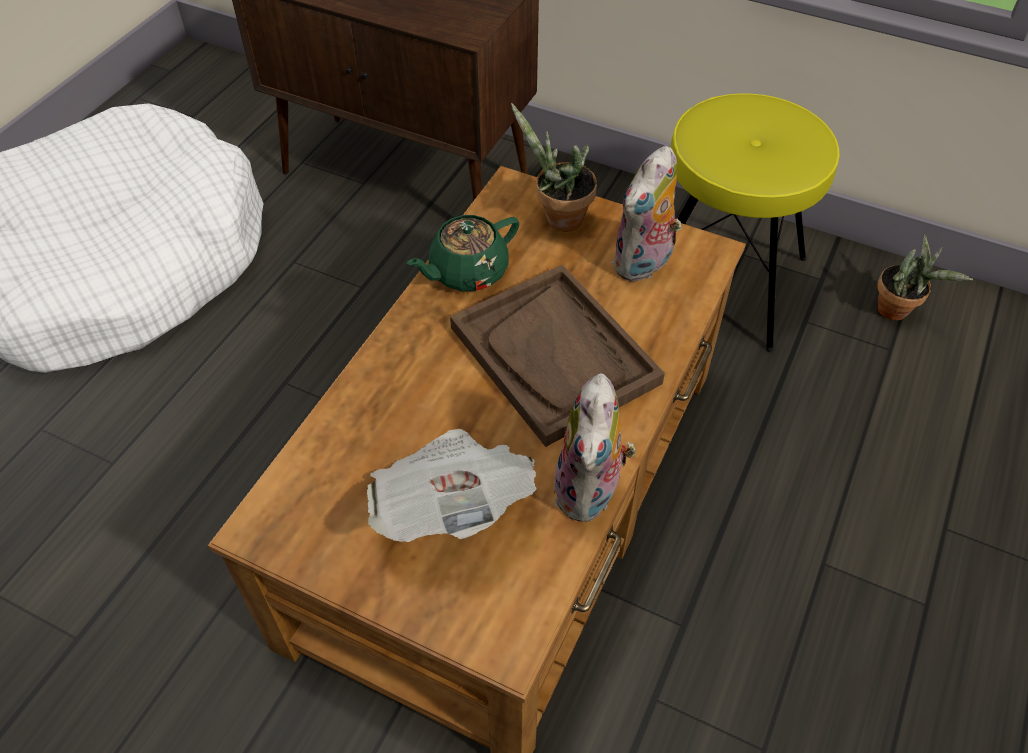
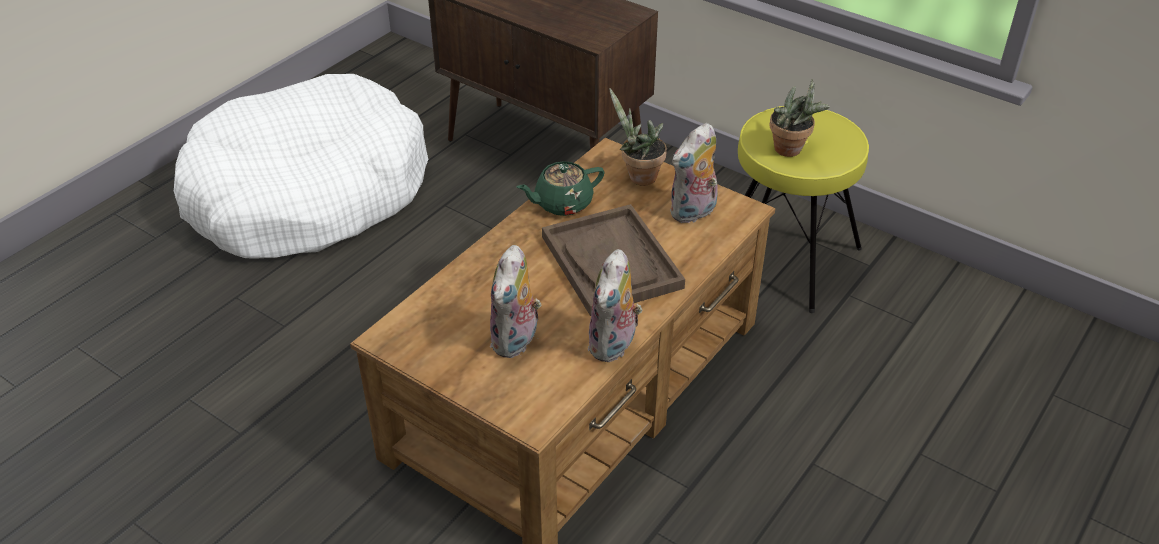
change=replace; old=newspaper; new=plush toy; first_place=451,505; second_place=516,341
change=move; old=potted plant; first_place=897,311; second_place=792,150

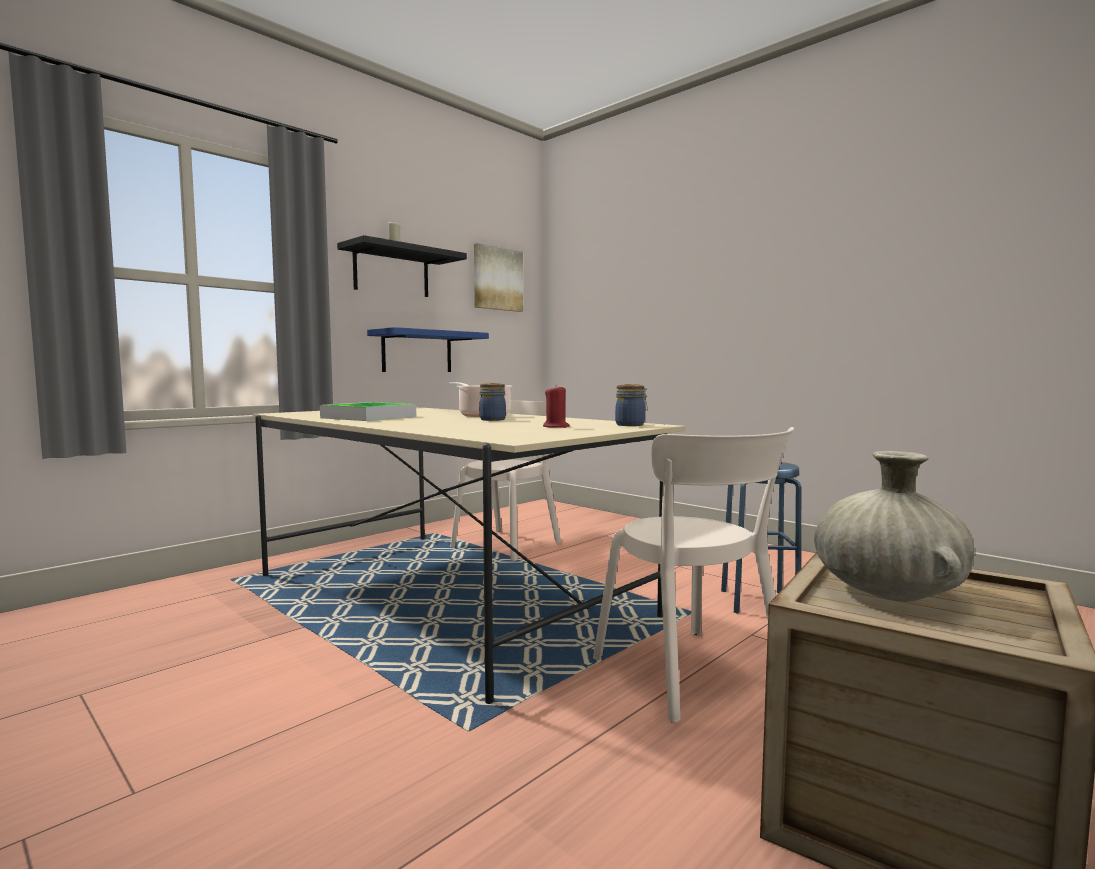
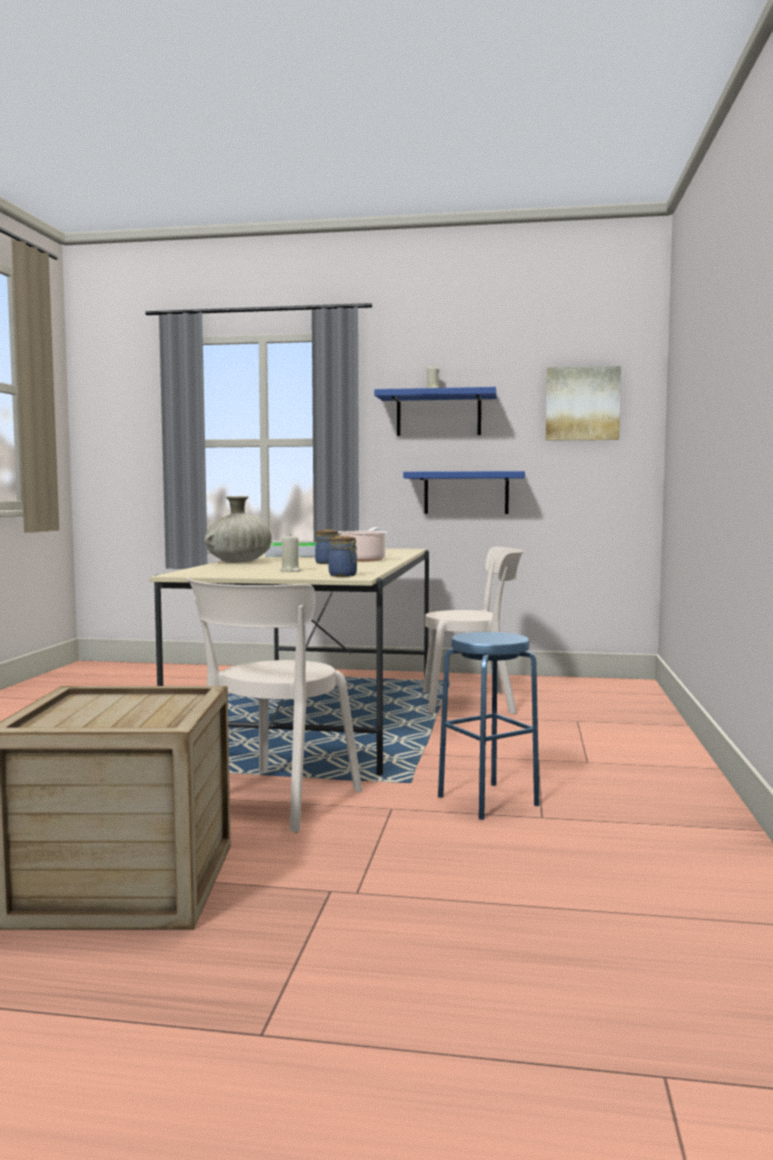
change=recolor; old=shelf/black; new=shelf/blue; first_place=391,272; second_place=438,414
change=recolor; old=candle/red; new=candle/beige; first_place=556,427; second_place=290,571
change=move; old=vase/beige; first_place=888,592; second_place=239,562

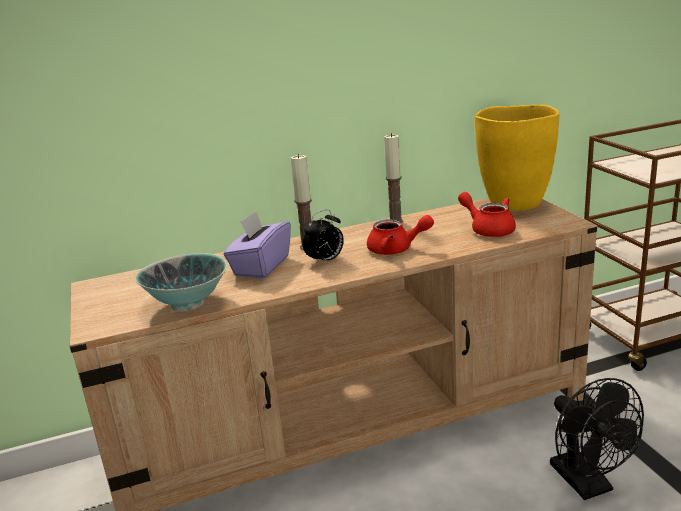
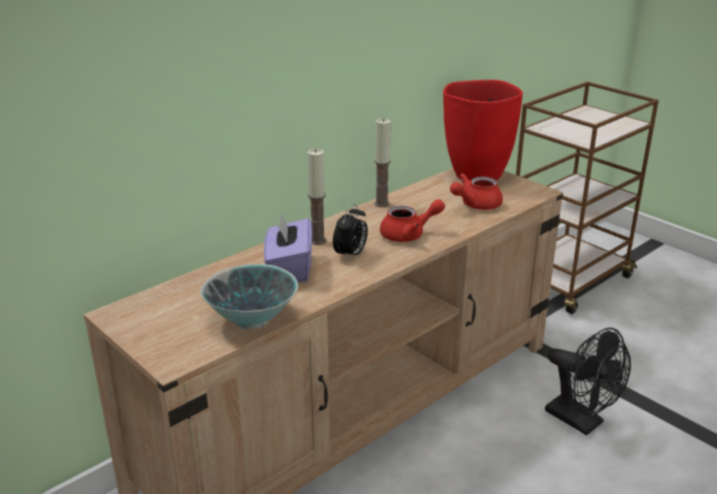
change=rotate; old=teapot/red; first_place=488,229; second_place=475,205; degrees=-60
change=recolor; old=vase/yellow; new=vase/red; first_place=514,203; second_place=476,174

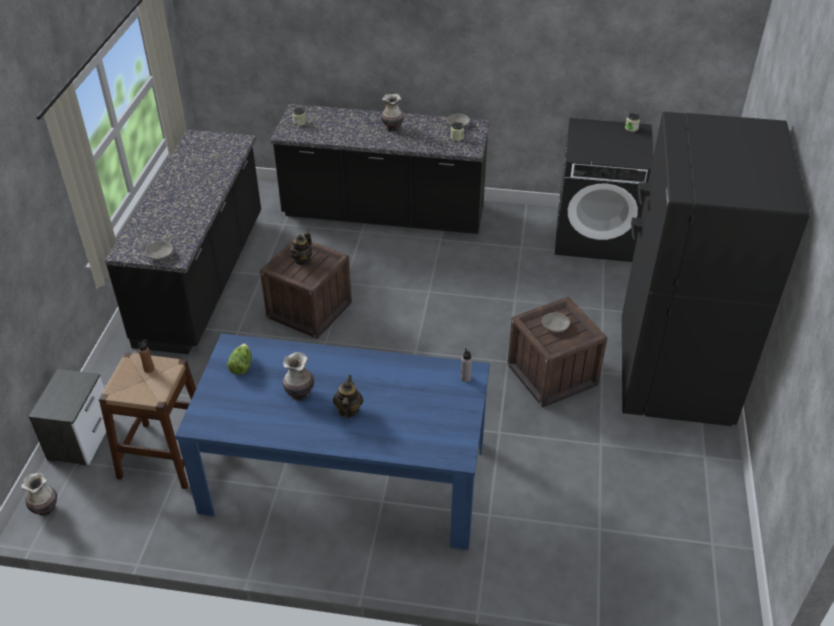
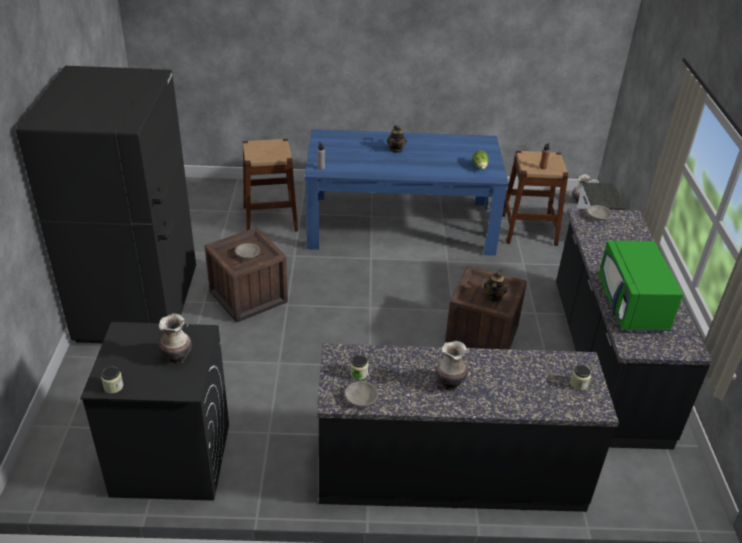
change=move; old=vase; first_place=299,394; second_place=177,357
change=insert; new=stool/brown; second_place=270,218
change=insert; new=microwave/green; second_place=632,305

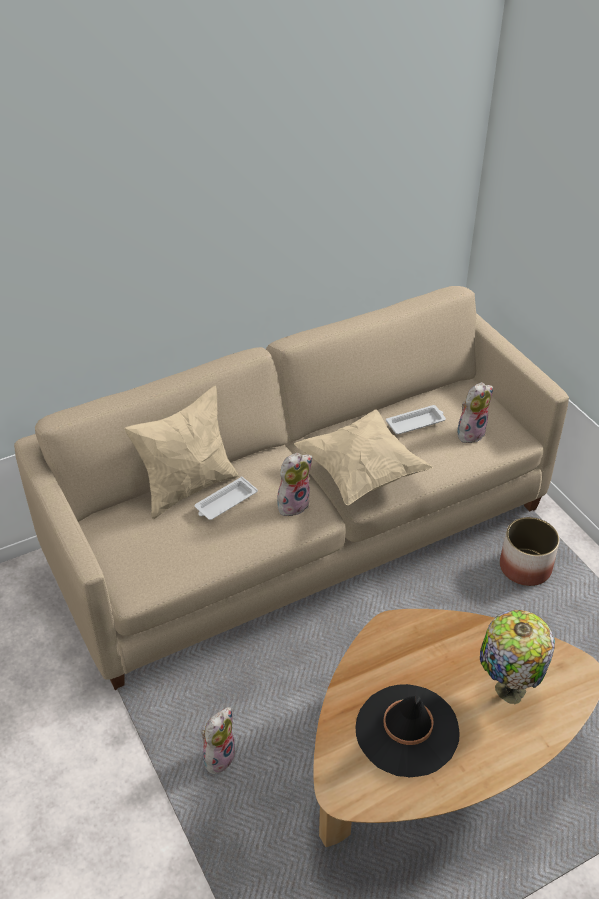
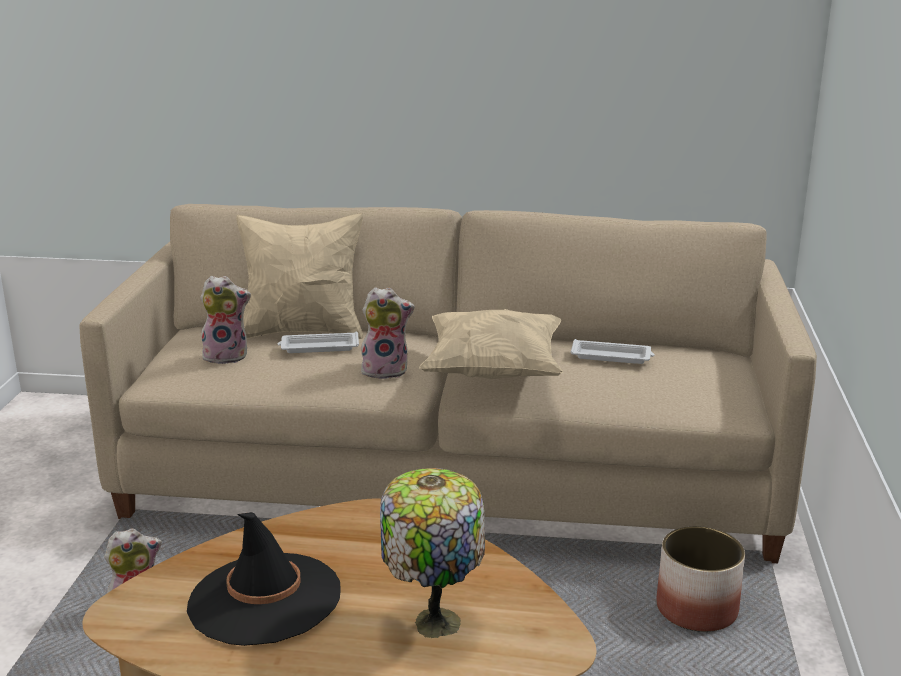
change=move; old=plush toy; first_place=470,432; second_place=227,356

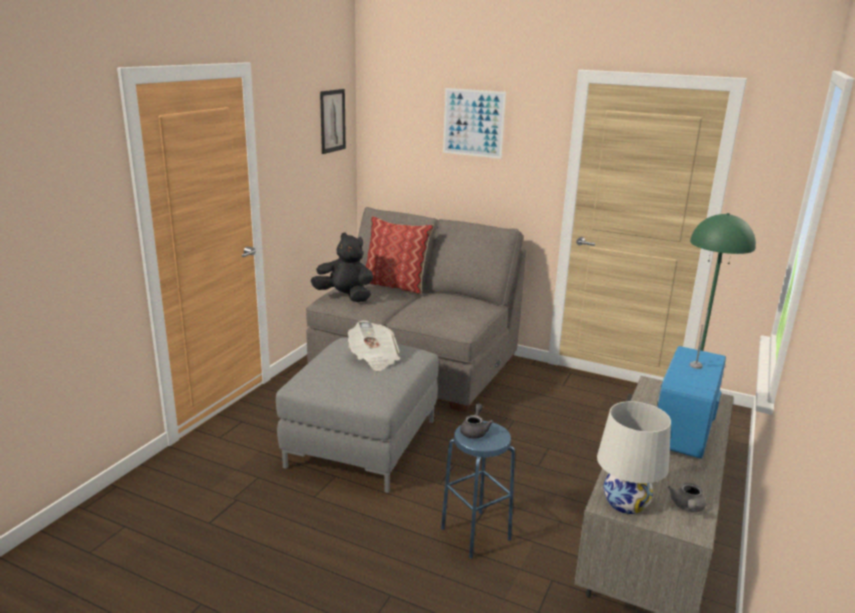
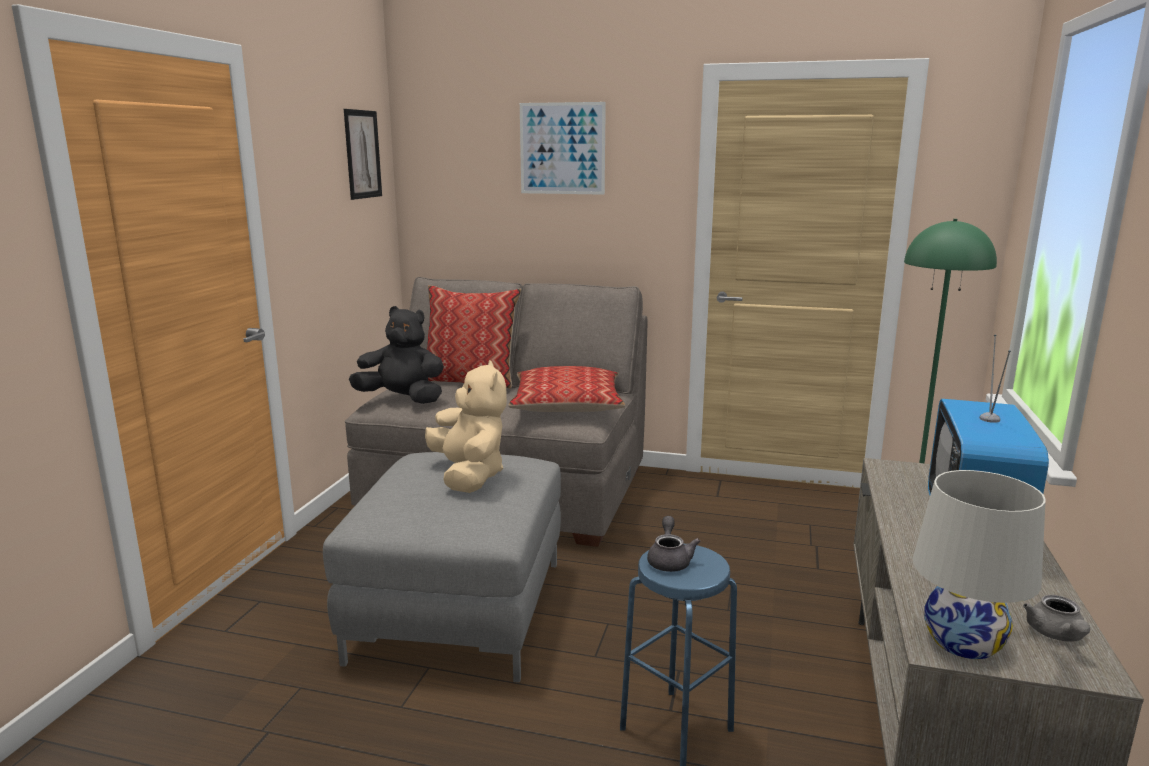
change=replace; old=newspaper; new=plush toy/beige; first_place=373,358; second_place=469,476
change=insert; new=pillow; second_place=567,404

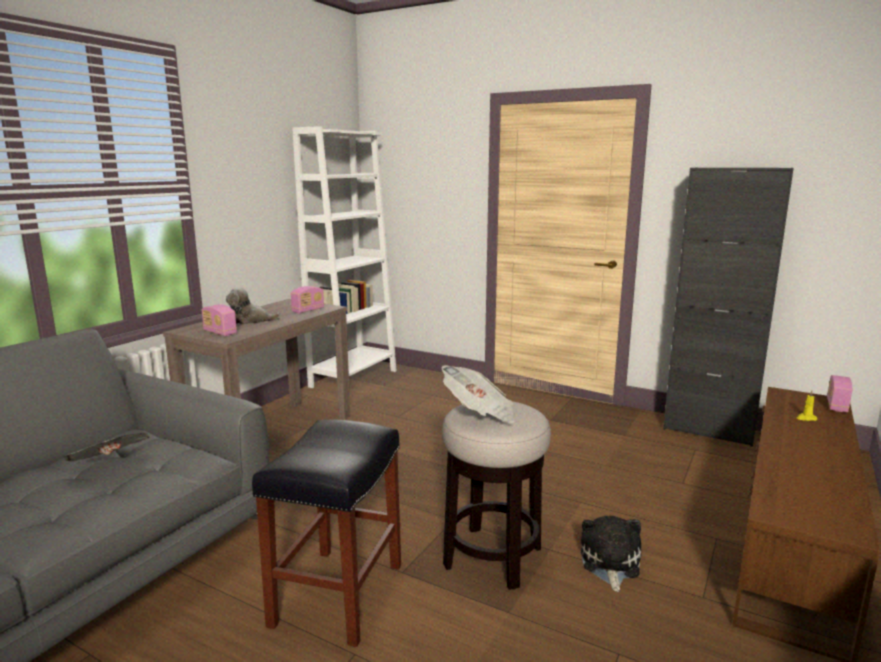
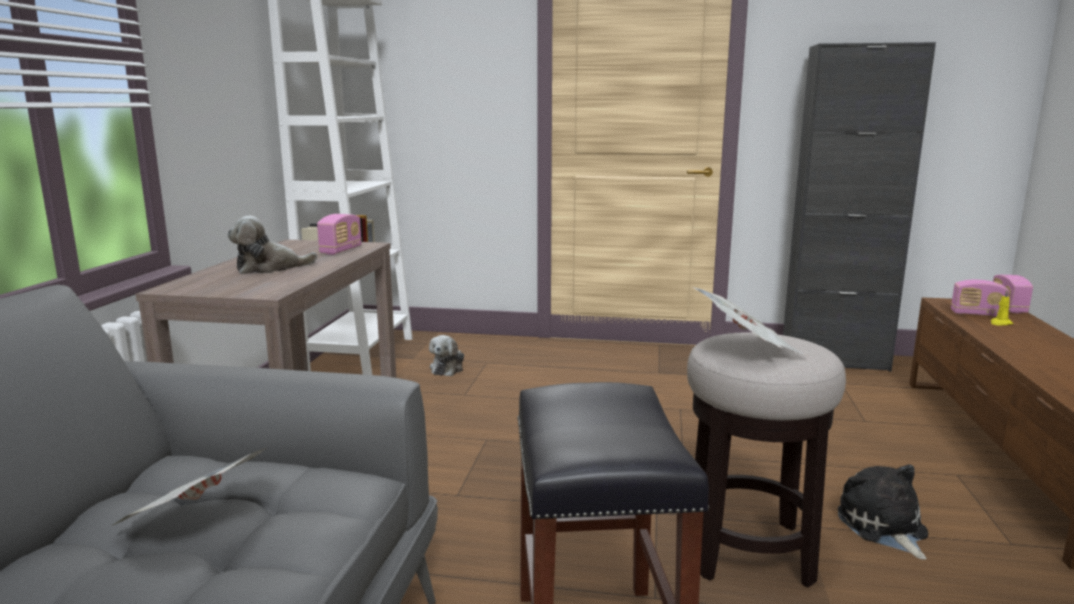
change=move; old=radio; first_place=220,333; second_place=976,314
change=insert; new=plush toy; second_place=448,368

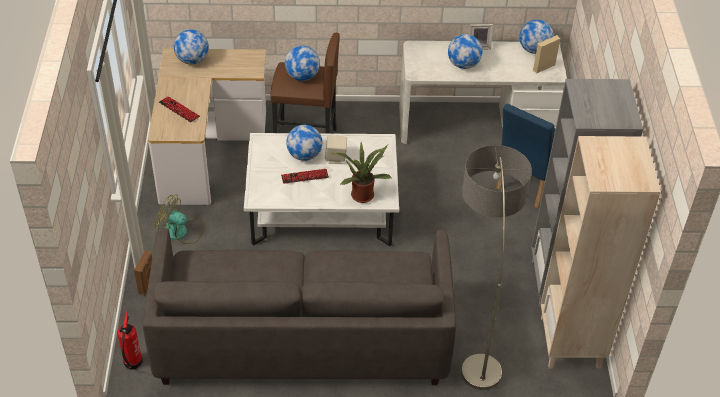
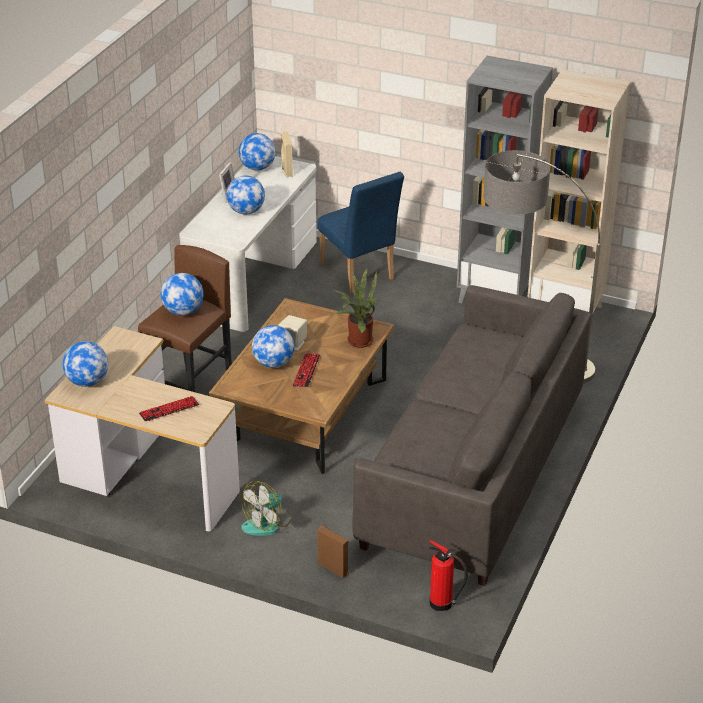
change=recolor; old=coffee table/white; new=coffee table/brown; first_place=322,210; second_place=305,411

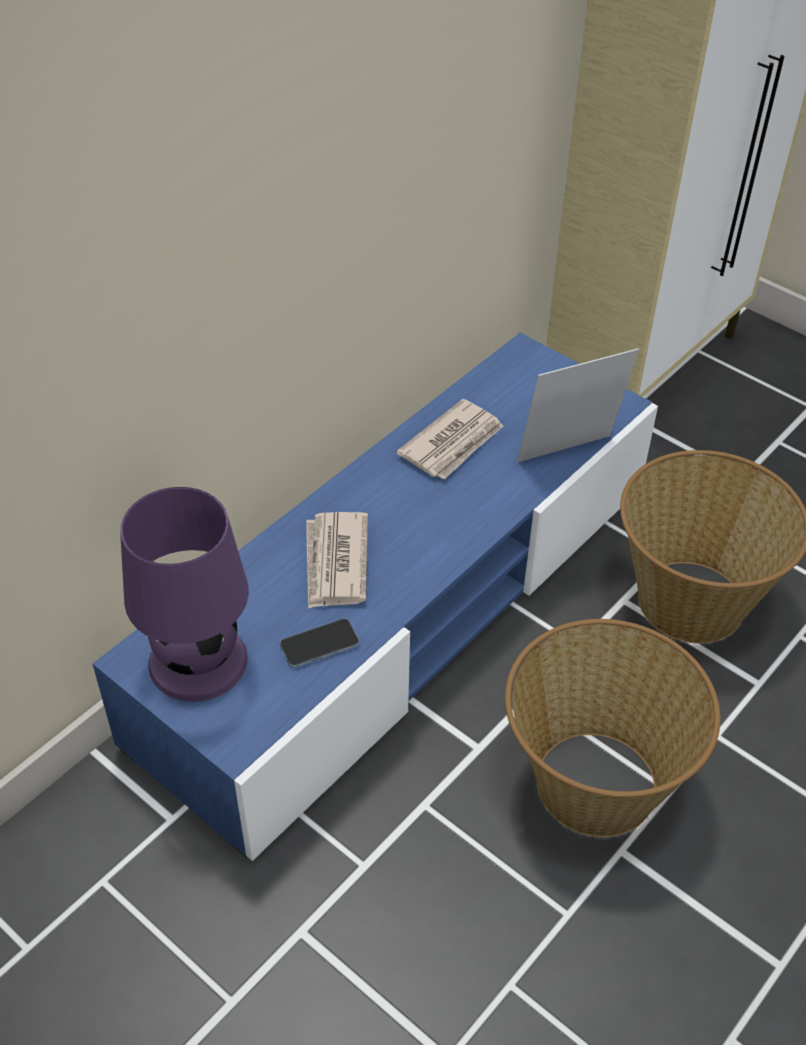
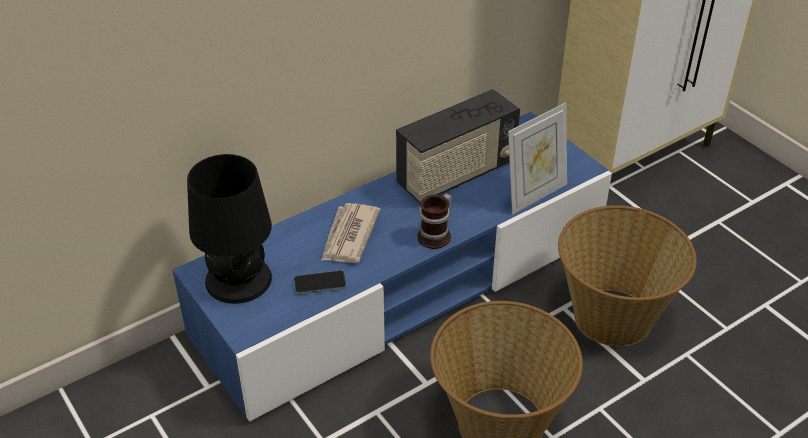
change=recolor; old=table lamp/purple; new=table lamp/black; first_place=199,660; second_place=239,279
change=replace; old=newspaper; new=radio; first_place=453,443; second_place=456,175
change=rotate; old=picture frame; first_place=568,455; second_place=534,195; degrees=150
change=insert; new=mug; second_place=437,235

